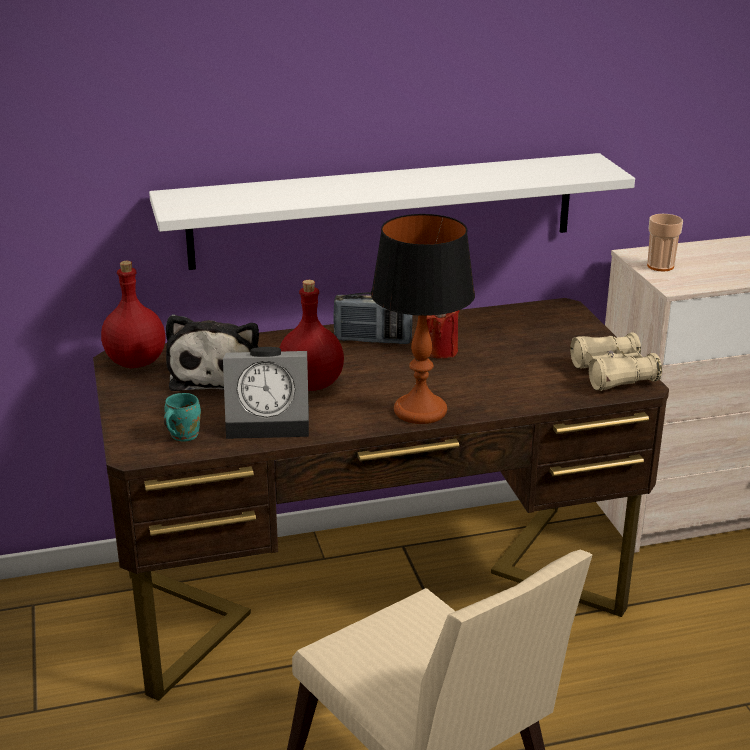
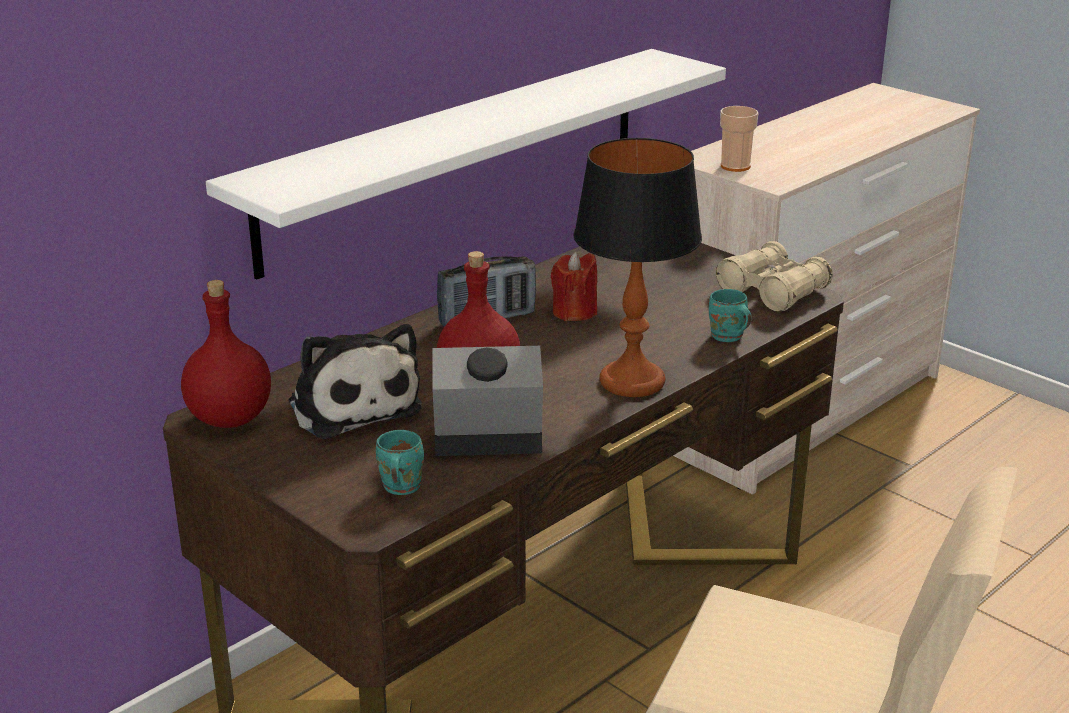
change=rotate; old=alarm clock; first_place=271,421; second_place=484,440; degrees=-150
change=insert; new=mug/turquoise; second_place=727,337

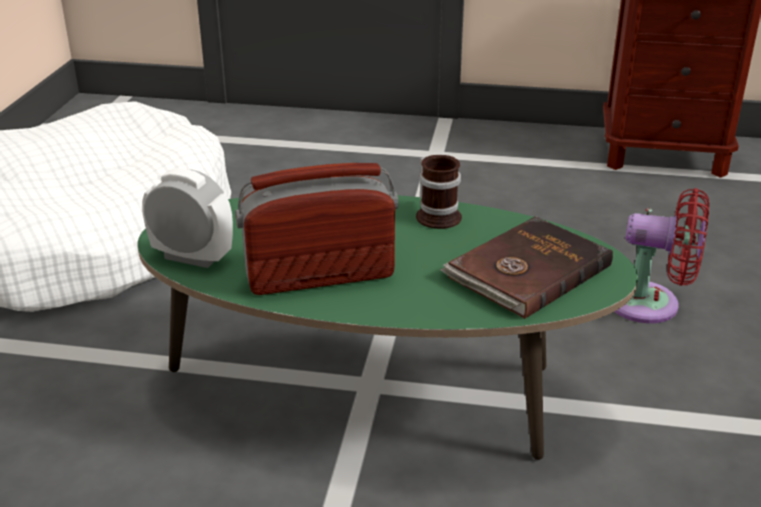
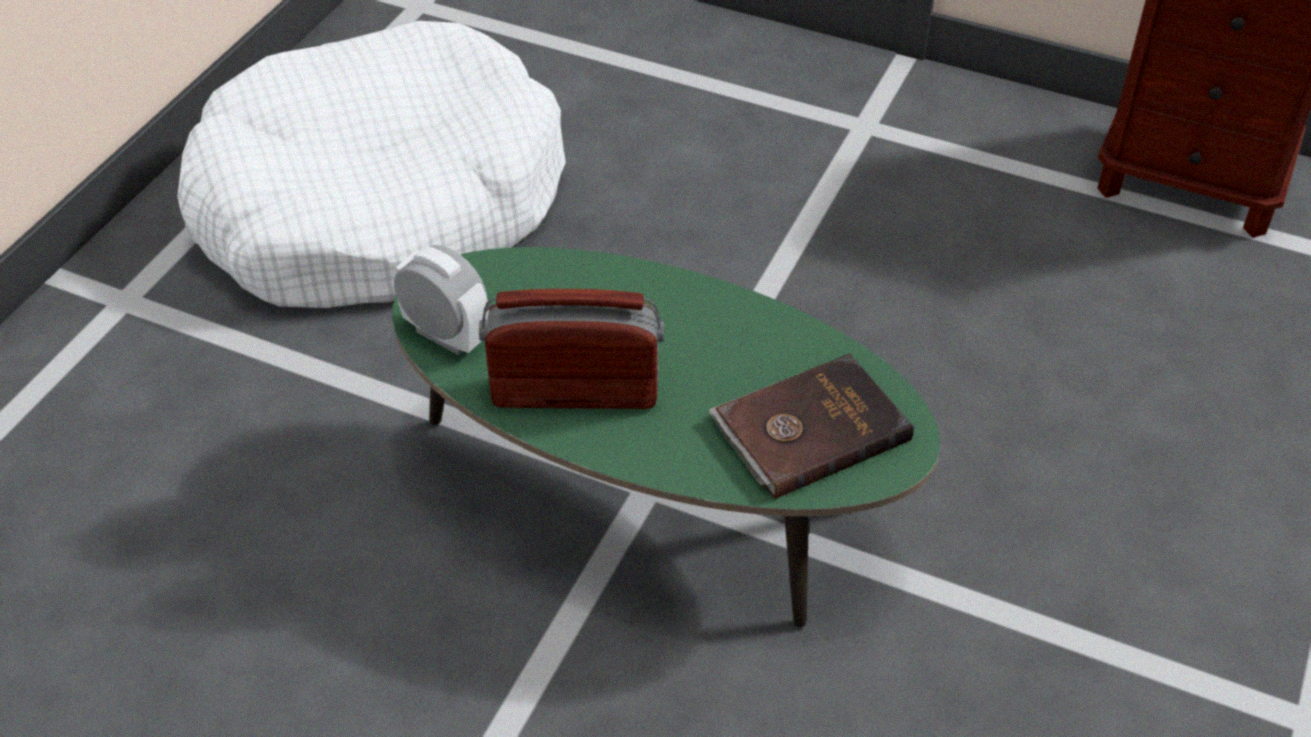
change=delete; old=mug; first_place=438,215
change=delete; old=fan/red; first_place=651,304

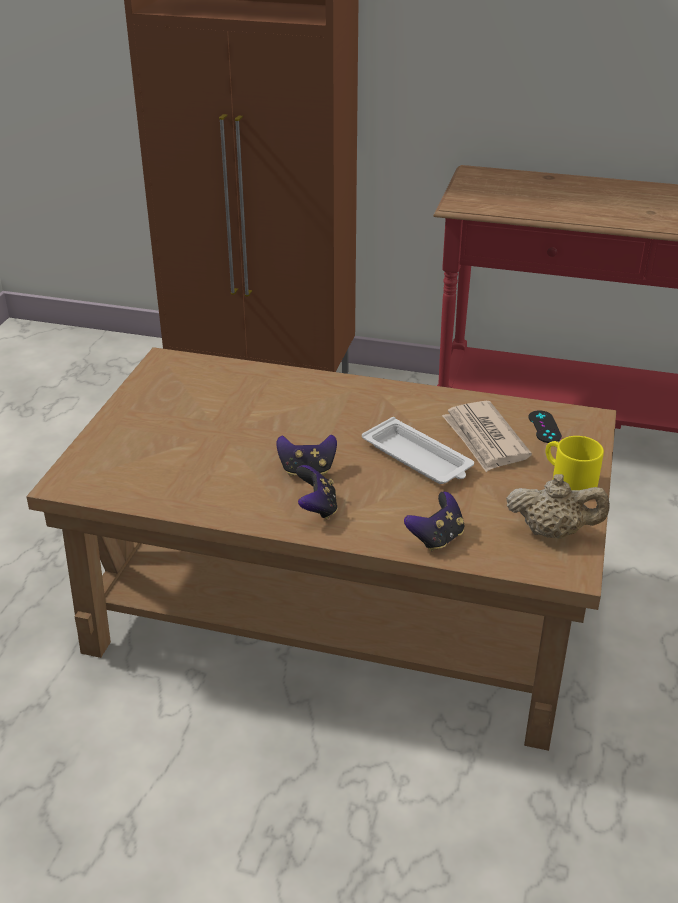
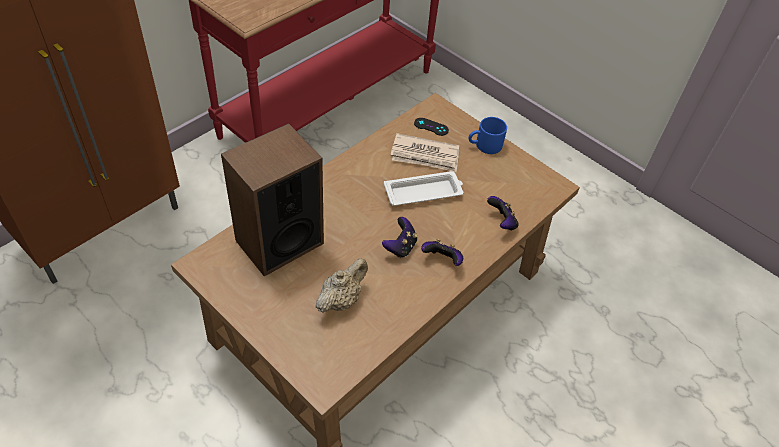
change=move; old=teapot/beige; first_place=553,532; second_place=341,299
change=recolor; old=mug/yellow; new=mug/blue; first_place=567,480; second_place=484,146
change=insert; new=speaker; second_place=279,242

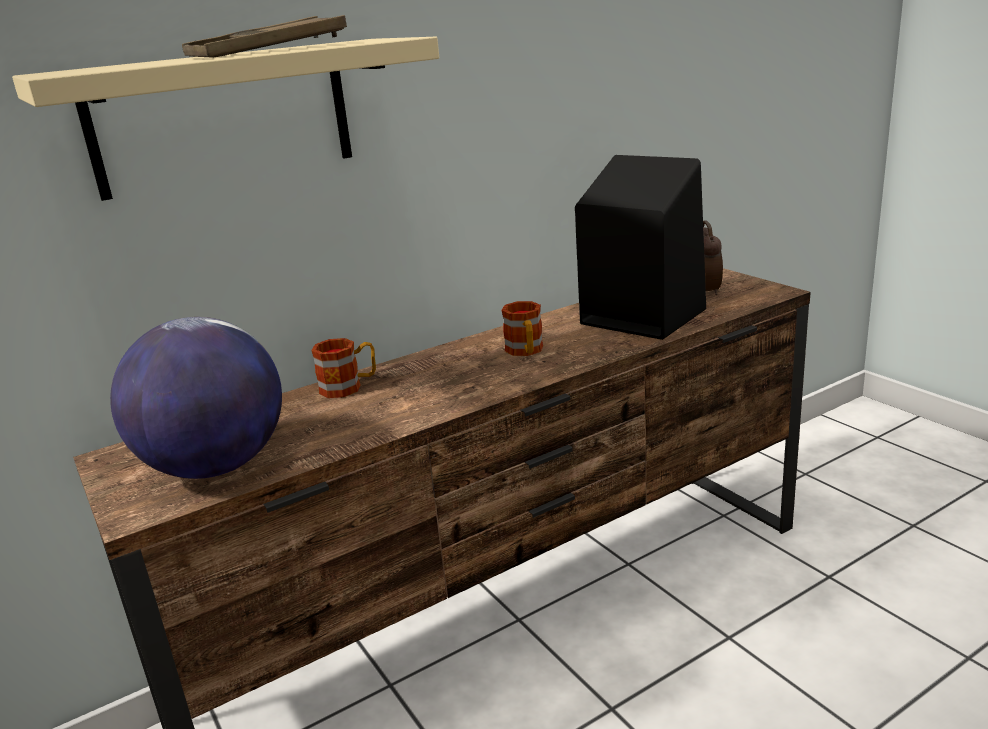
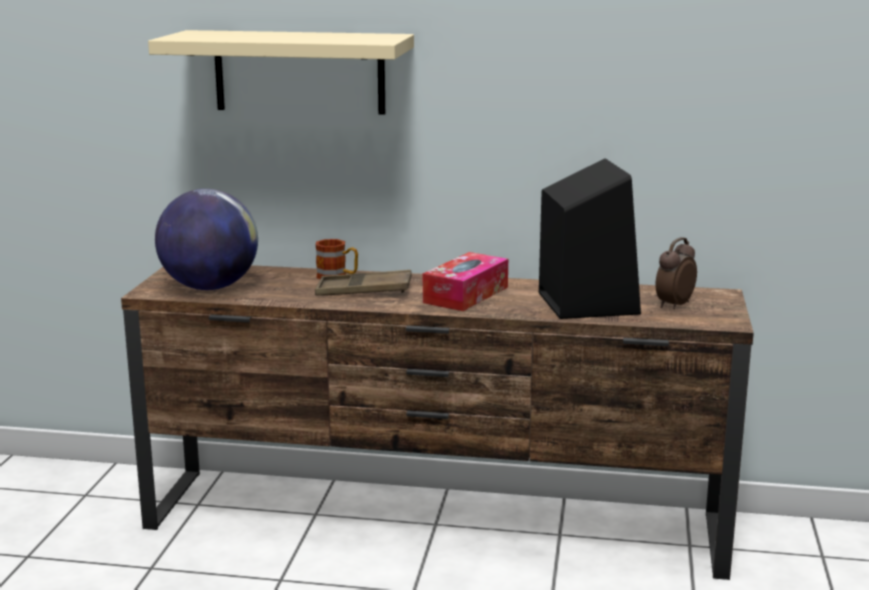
change=move; old=tray/brown; first_place=268,50; second_place=364,291
change=replace; old=mug; new=tissue box; first_place=525,351; second_place=466,295

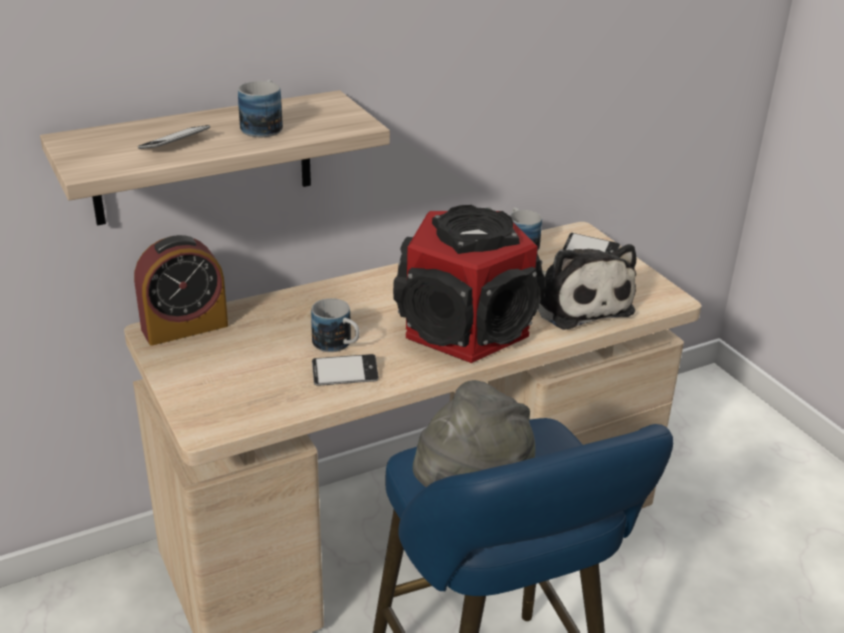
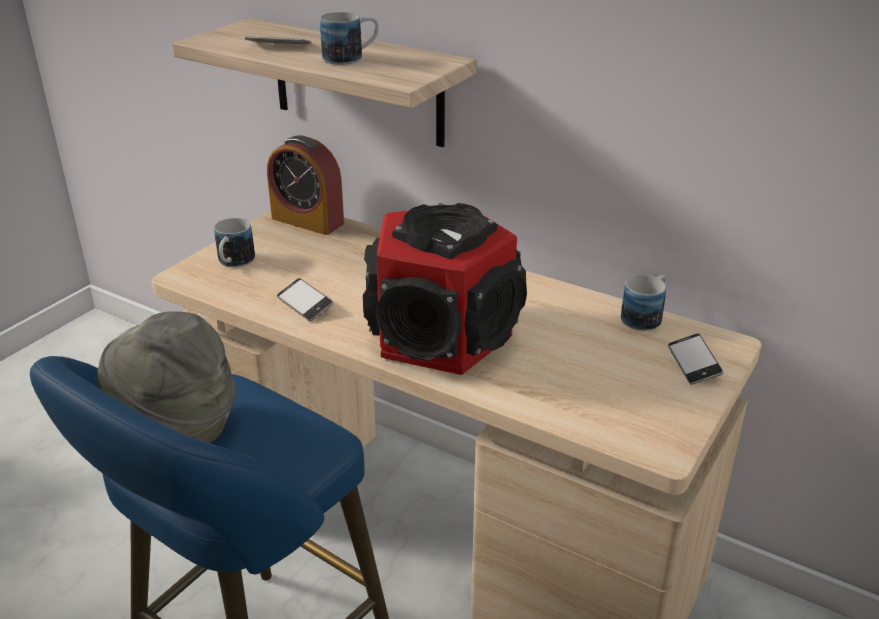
change=move; old=mug; first_place=338,345; second_place=233,263
change=delete; old=plush toy; first_place=578,303

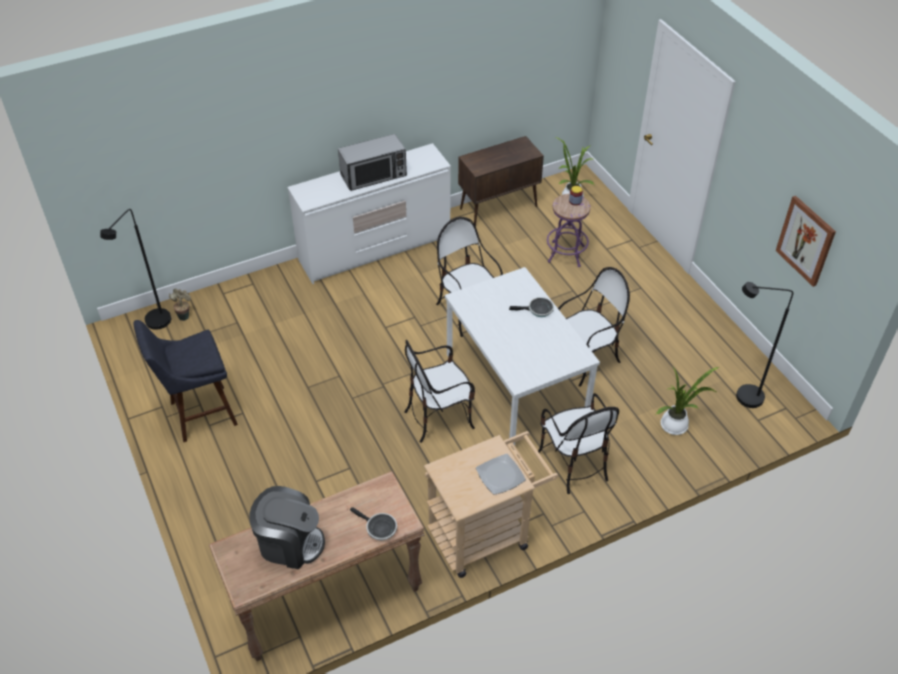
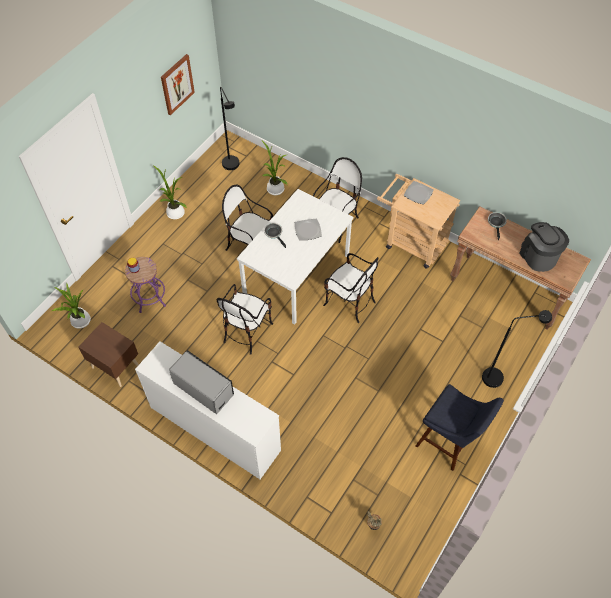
change=move; old=floor lamp/black; first_place=154,325; second_place=498,377
change=replace; old=cabinet/brown; new=nightstand/brown; first_place=499,207; second_place=115,365
change=insert; new=potted plant; second_place=174,212
change=insert; new=plate; second_place=308,230

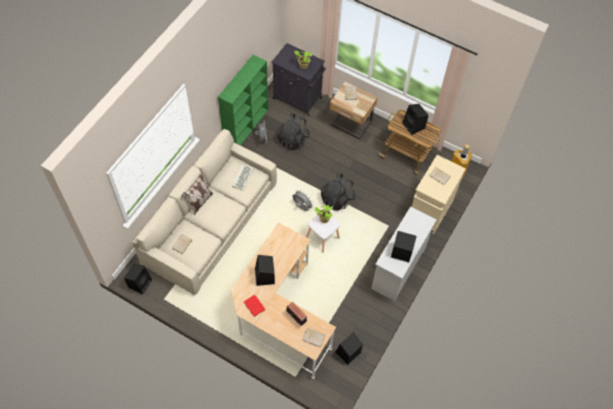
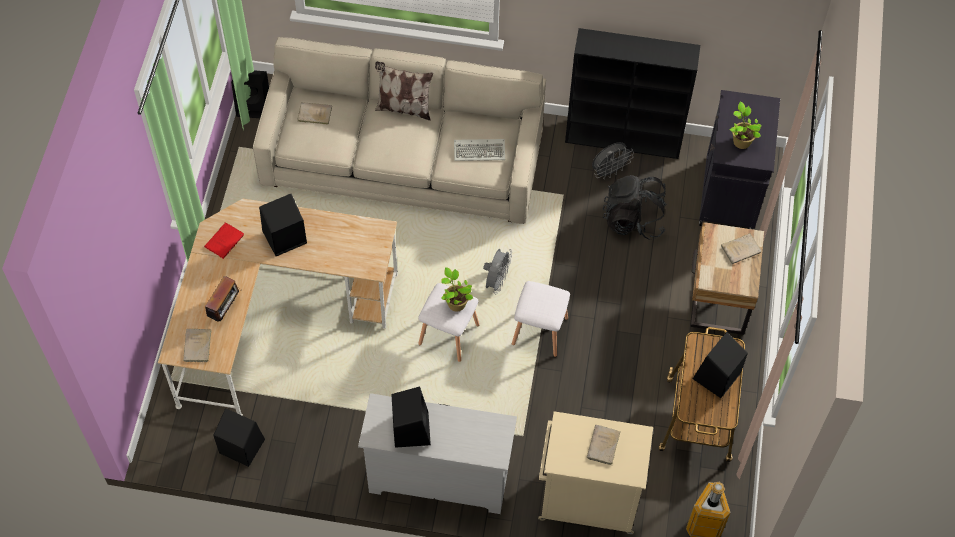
change=recolor; old=bookcase/green; new=bookcase/black; first_place=246,126; second_place=624,138
change=replace; old=backpack/black; new=stool/white; first_place=337,199; second_place=540,332

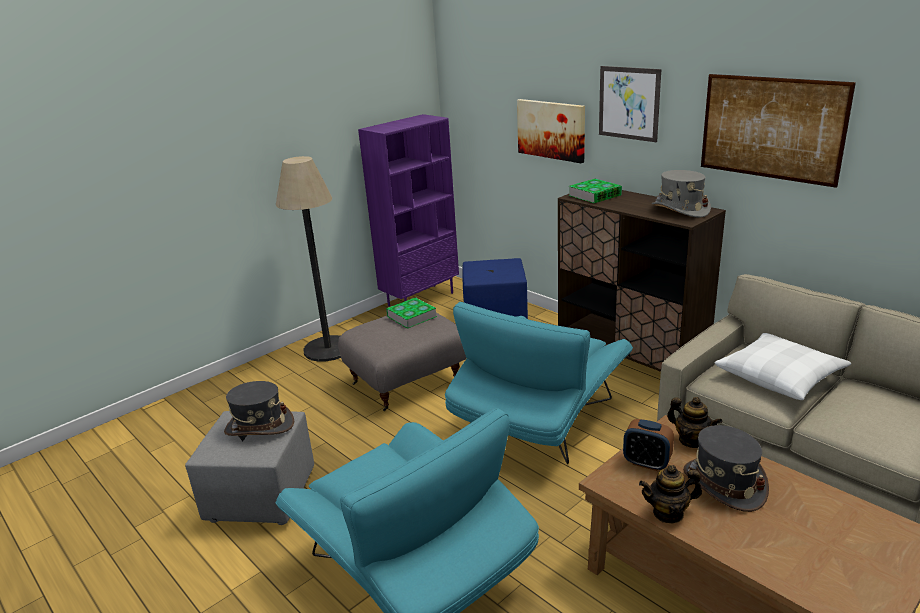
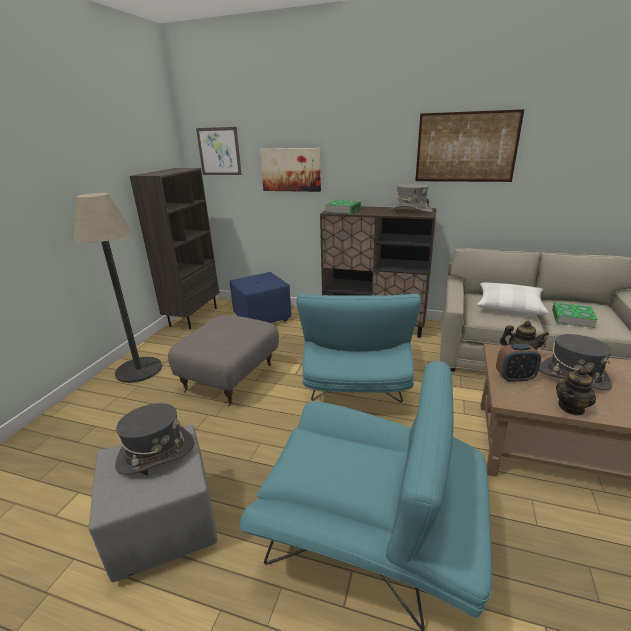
change=recolor; old=bookcase/purple; new=bookcase/brown; first_place=420,299; second_place=193,316
change=move; old=book; first_place=411,316; second_place=572,318
change=move; old=picture; first_place=629,103; second_place=219,151

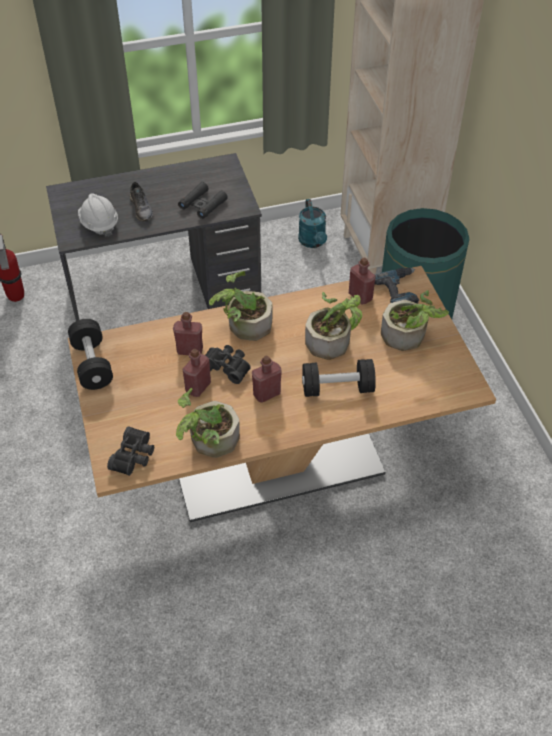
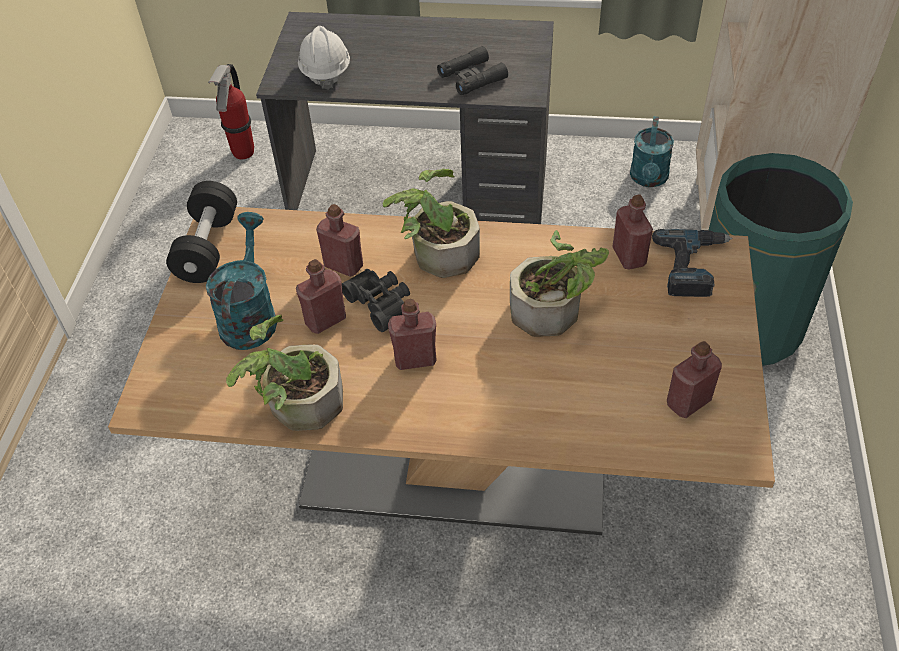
change=delete; old=binoculars/black; first_place=134,456
change=delete; old=shoe/grey; first_place=142,209
change=delete; old=dumbbell/black; first_place=337,388
change=delete; old=potted plant; first_place=409,336
change=insert; new=watering can/turquoise; second_place=250,315
change=insert; new=bottle/red; second_place=688,402

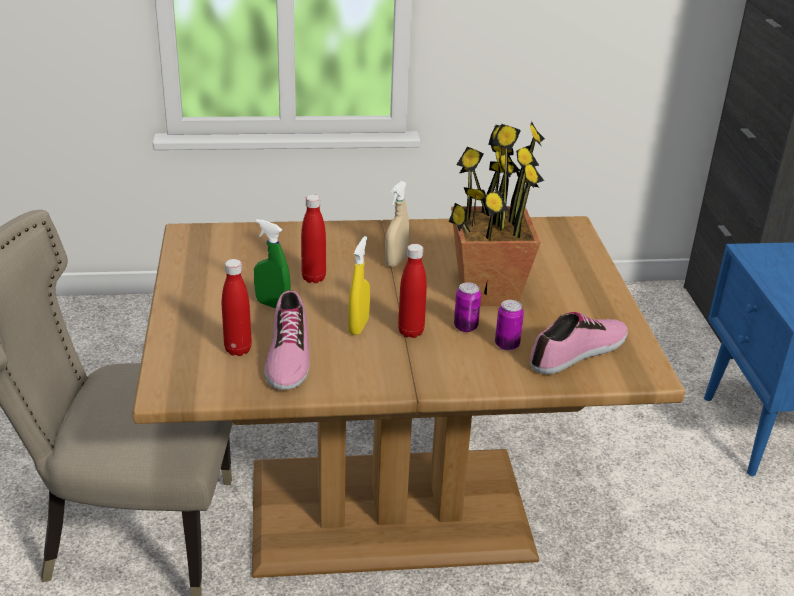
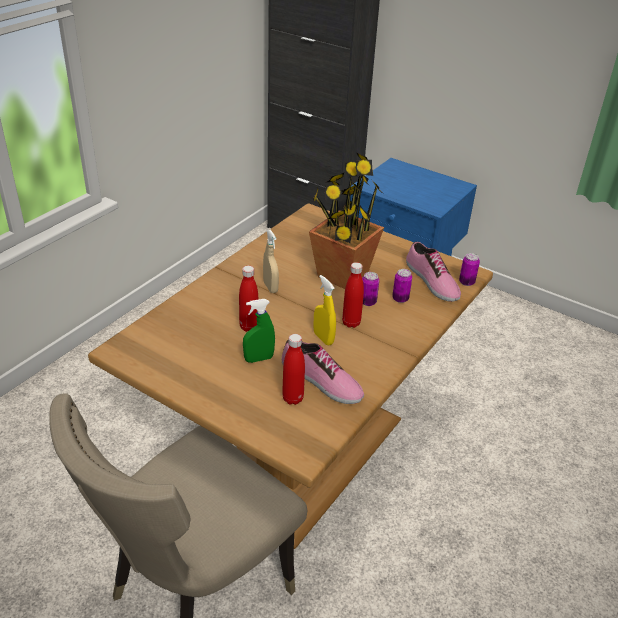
change=rotate; old=shoe; first_place=579,352; second_place=431,281; degrees=150
change=insert; new=can; second_place=466,282

